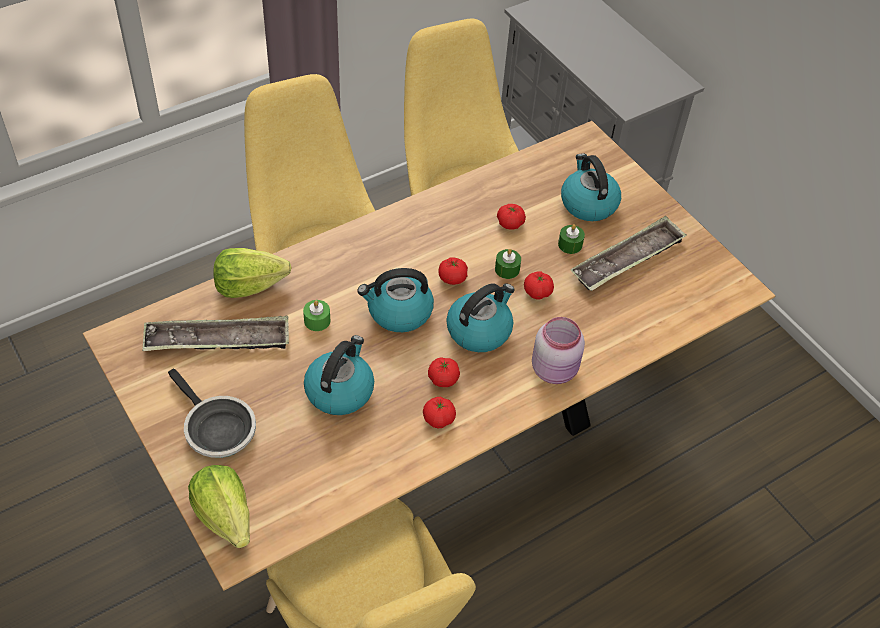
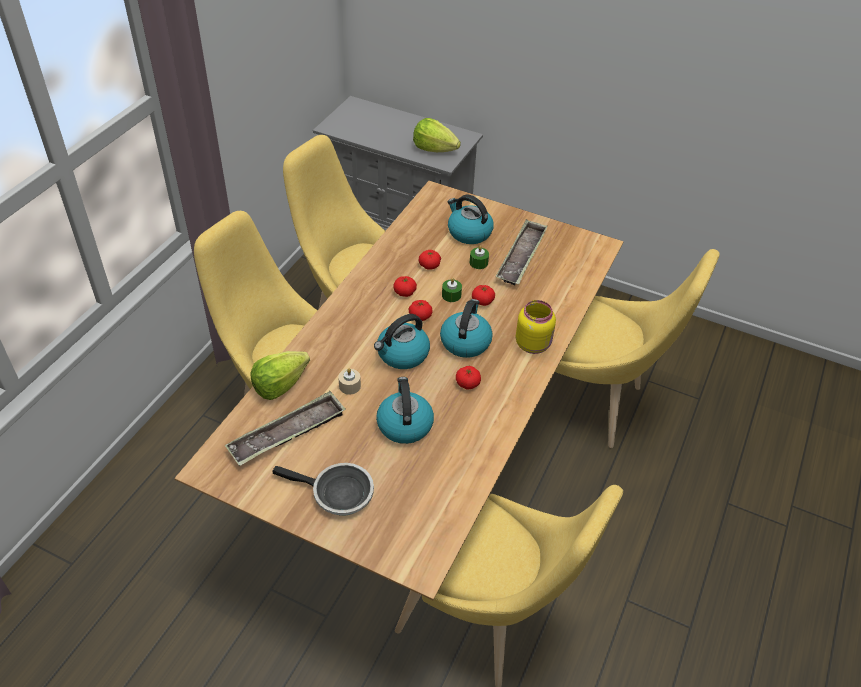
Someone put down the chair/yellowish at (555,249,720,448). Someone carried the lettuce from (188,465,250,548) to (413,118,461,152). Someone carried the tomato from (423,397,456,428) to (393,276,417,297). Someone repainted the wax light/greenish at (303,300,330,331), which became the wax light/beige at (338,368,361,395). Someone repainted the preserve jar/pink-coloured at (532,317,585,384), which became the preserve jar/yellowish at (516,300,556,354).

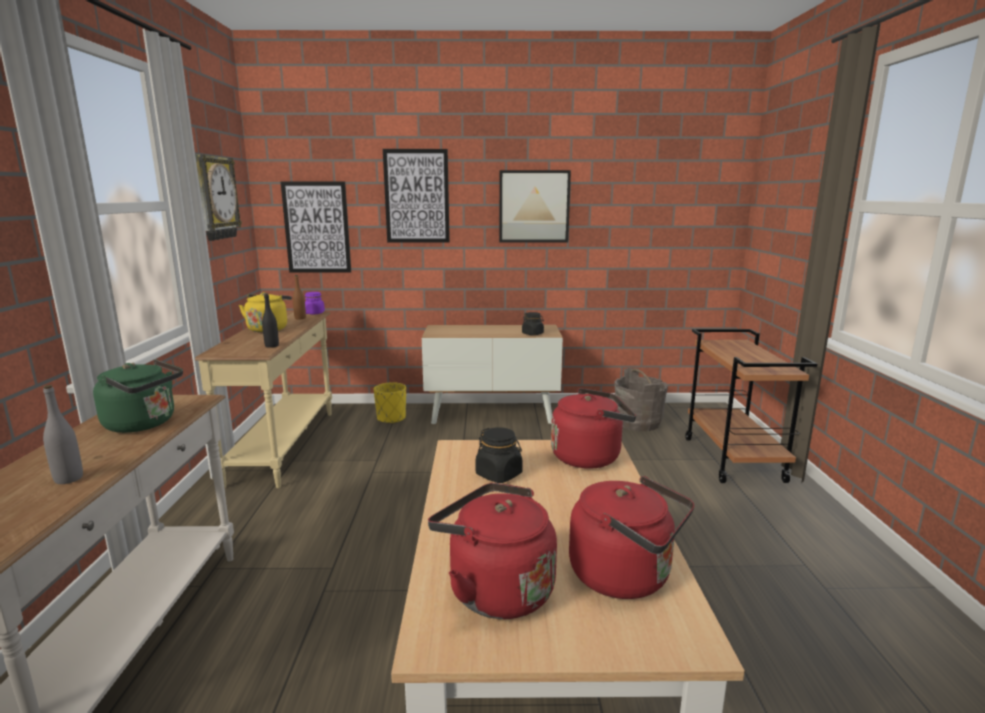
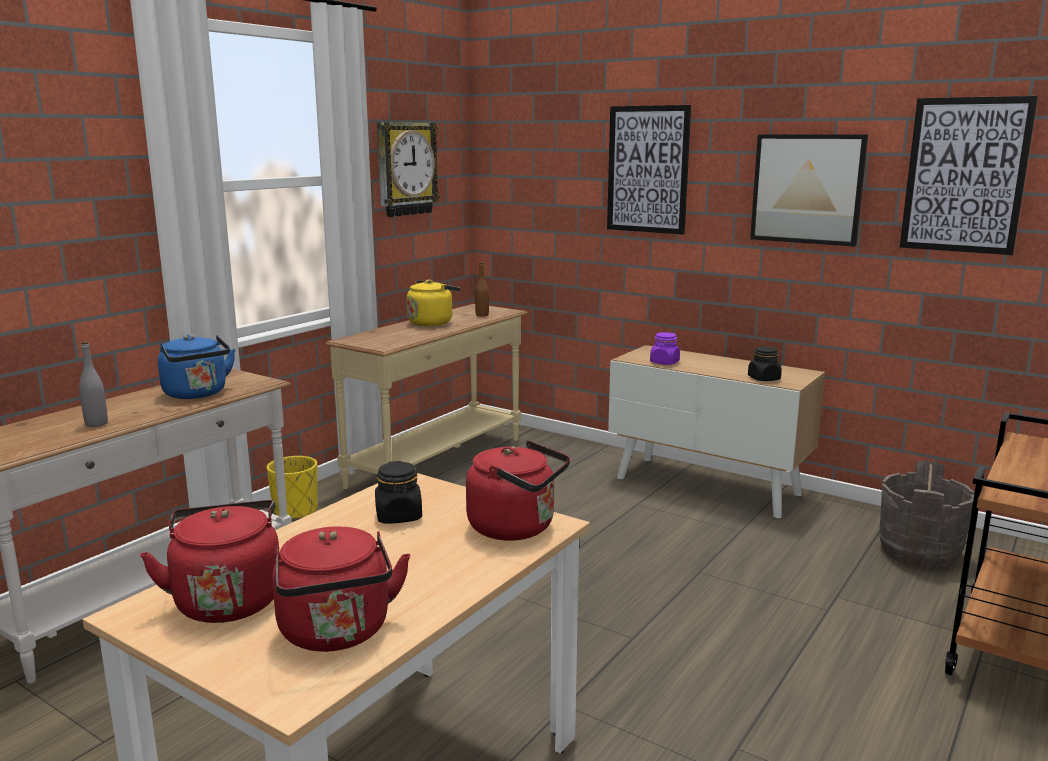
Someone took away the beverage bottle/black at (262,294,279,348). Someone carried the wall art from (281,181,351,273) to (900,96,1038,255). Someone carried the preserve jar/purple-coloured from (305,292,325,314) to (650,332,680,365). Someone carried the planter/yellowish from (374,382,406,424) to (267,456,318,519). Someone repainted the kettle/greenish at (93,359,183,433), which became the kettle/blue at (158,334,236,399).

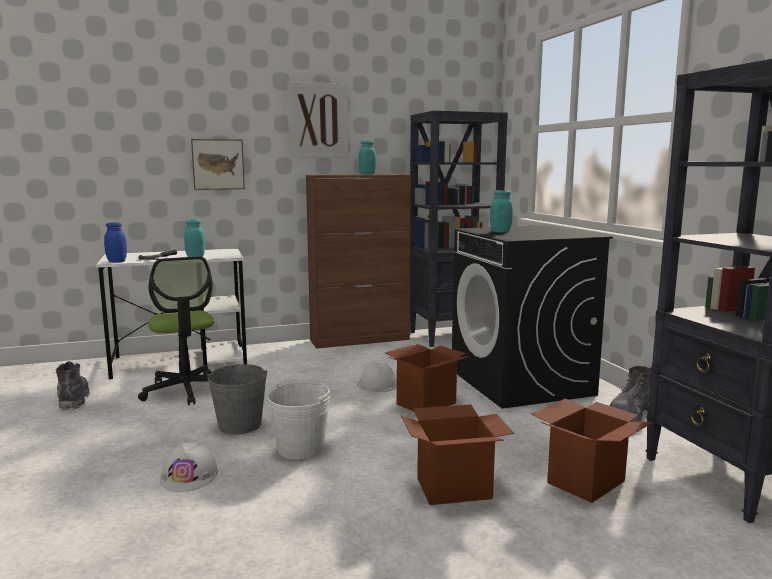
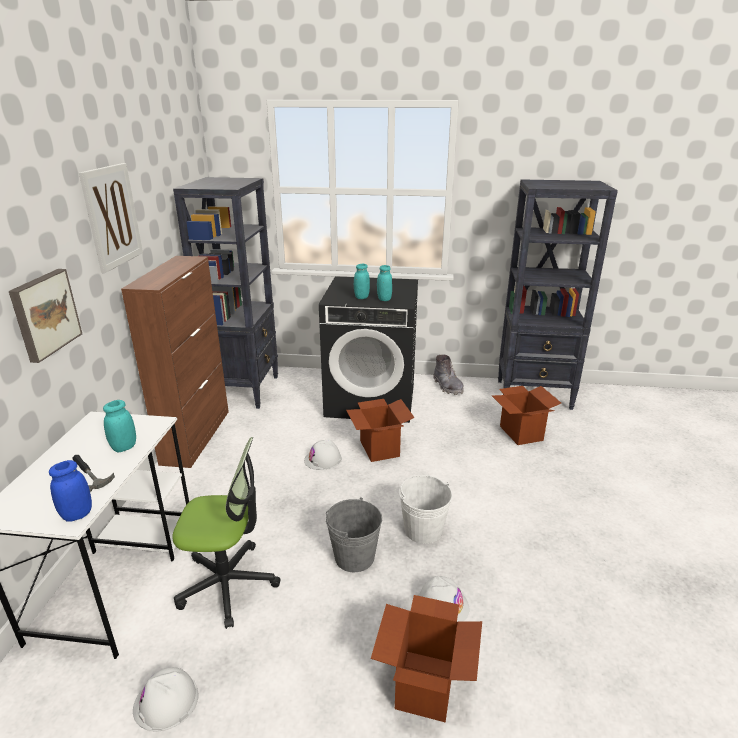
Someone carried the preserve jar/blue-green from (358,141,376,175) to (377,265,392,301). Someone carried the carton from (401,404,514,505) to (371,595,482,723). Someone swapped the high-top boot/gray at (56,361,90,411) for the safety helmet/white at (133,667,198,731).

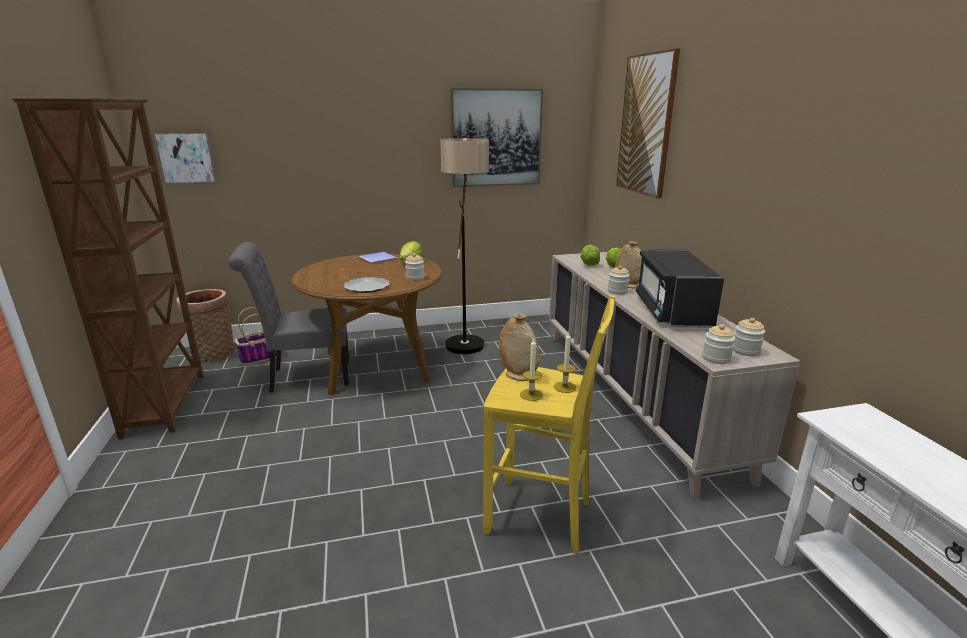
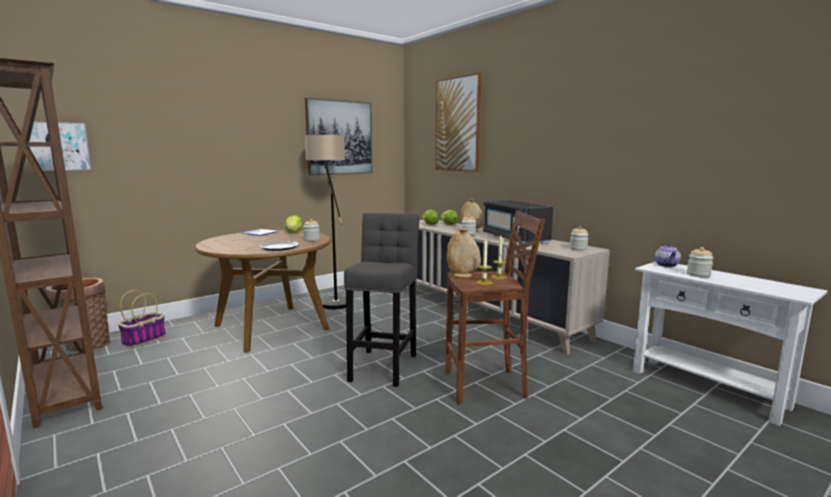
Someone took away the chair/gray at (228,242,350,392). Someone put down the stool seat/gray at (344,213,419,387). Someone put down the teapot at (655,243,681,267). Someone carried the preserve jar from (702,324,735,364) to (687,247,714,277). Someone repainted the stool seat/yellowish at (483,295,615,554), which became the stool seat/brown-coloured at (445,210,545,404).

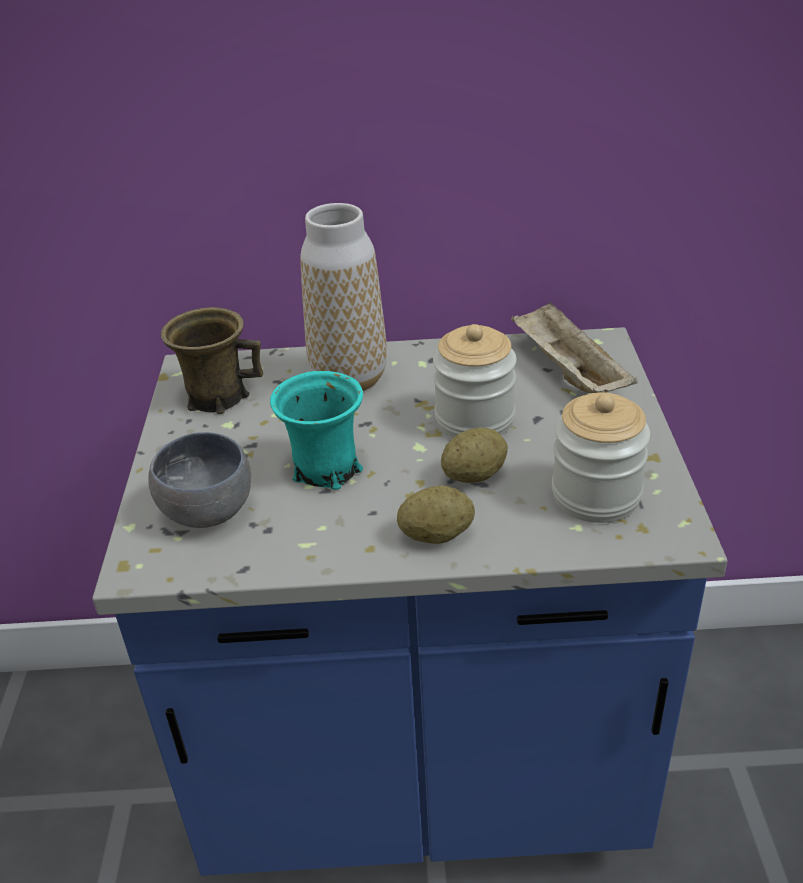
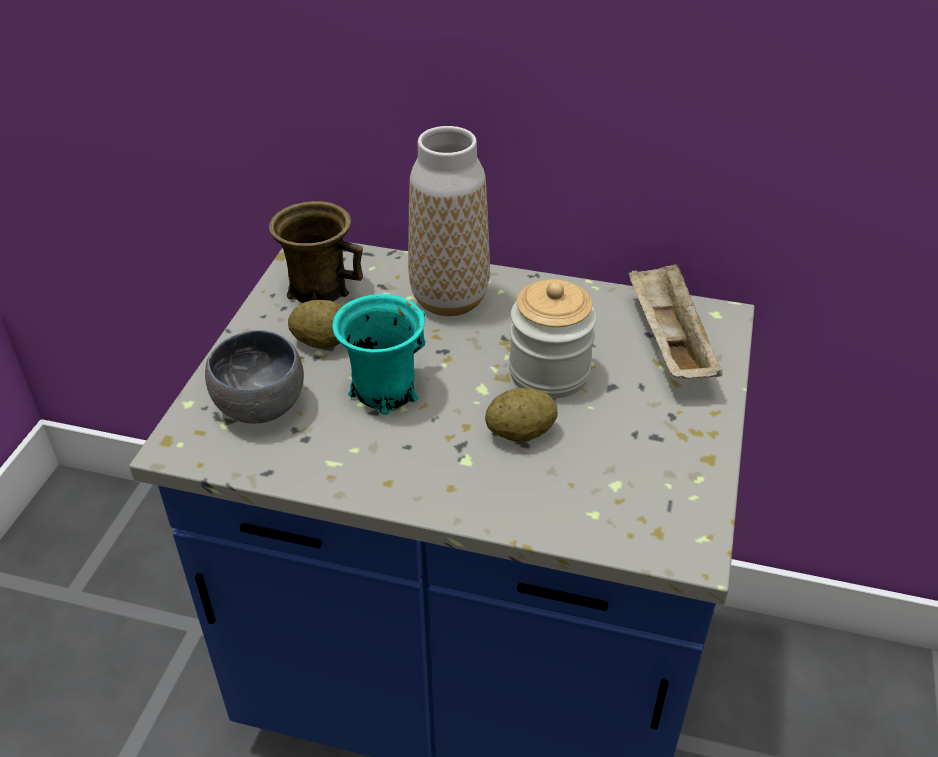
Someone took away the preserve jar at (552,392,650,523). Someone carried the spud from (397,485,475,544) to (288,300,343,349).

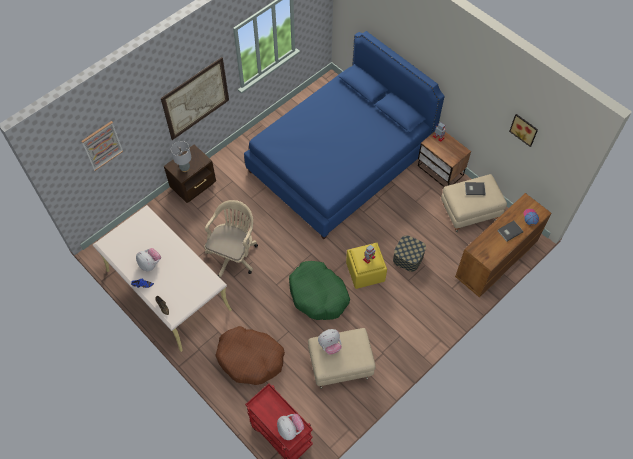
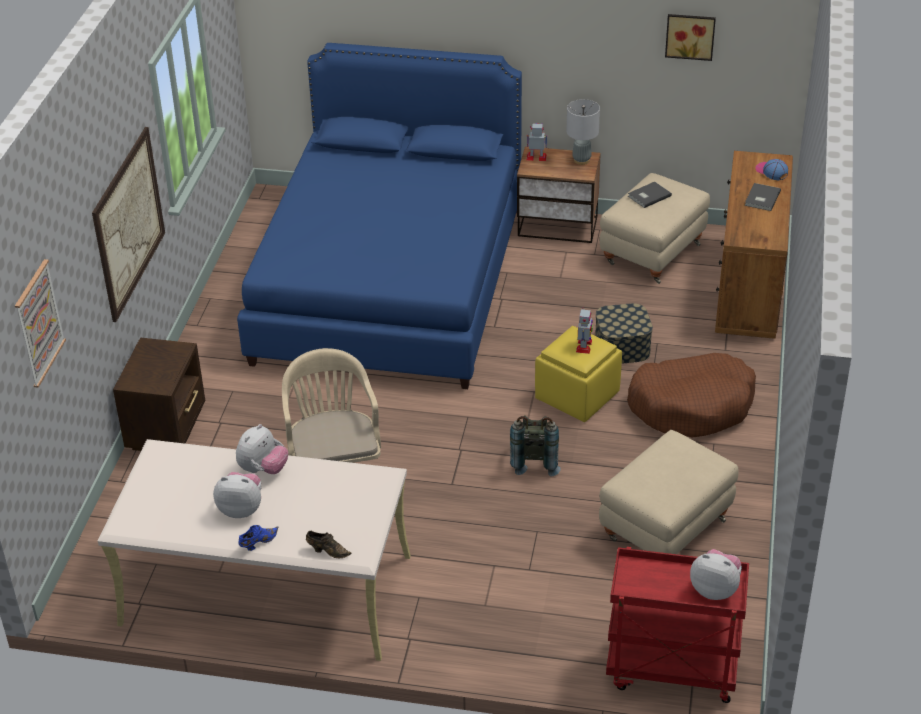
Someone carried the lamp for a table/gray from (171,141,191,172) to (566,99,600,165). Someone carried the dog cushion/brown-coloured from (216,326,285,385) to (627,353,756,438). Someone carried the cuddly toy from (318,329,342,355) to (236,424,288,474). Someone swapped the dog cushion/greenish at (289,261,350,320) for the backpack/gray at (510,415,561,476).

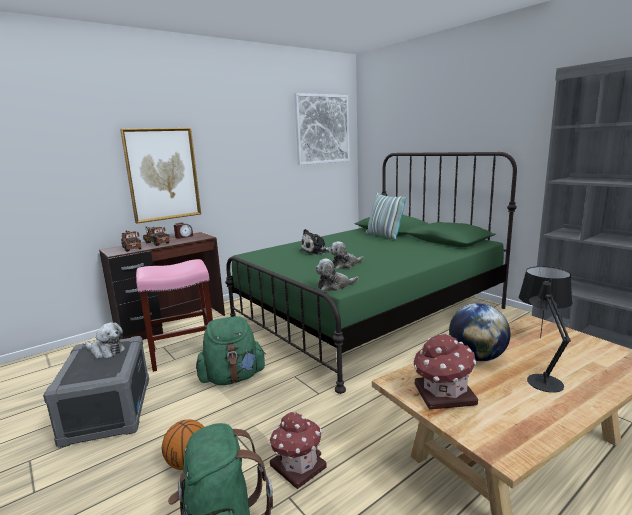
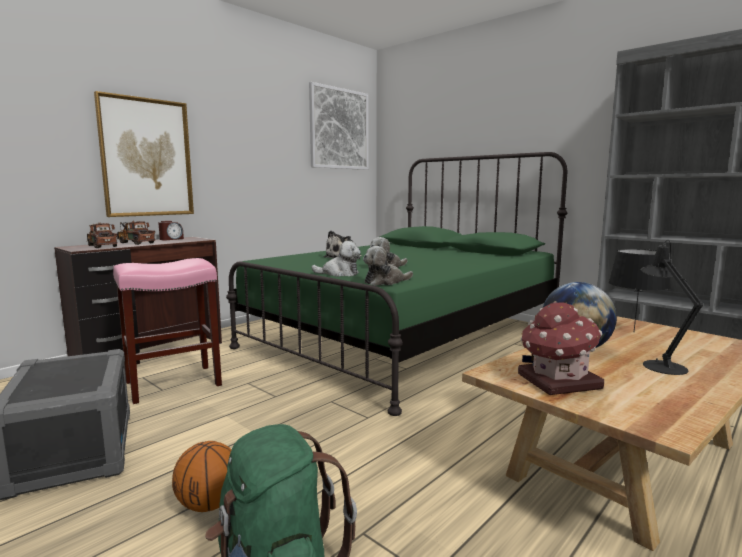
Someone took away the backpack/greenish at (196,316,266,385). Someone took away the model house at (269,412,327,489). Someone took away the throw pillow at (366,193,407,240). Someone carried the cuddly toy from (85,322,125,359) to (312,241,361,277).

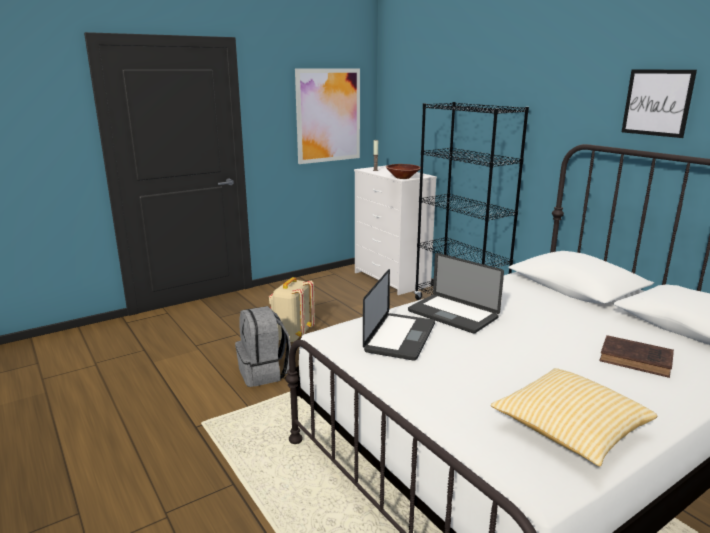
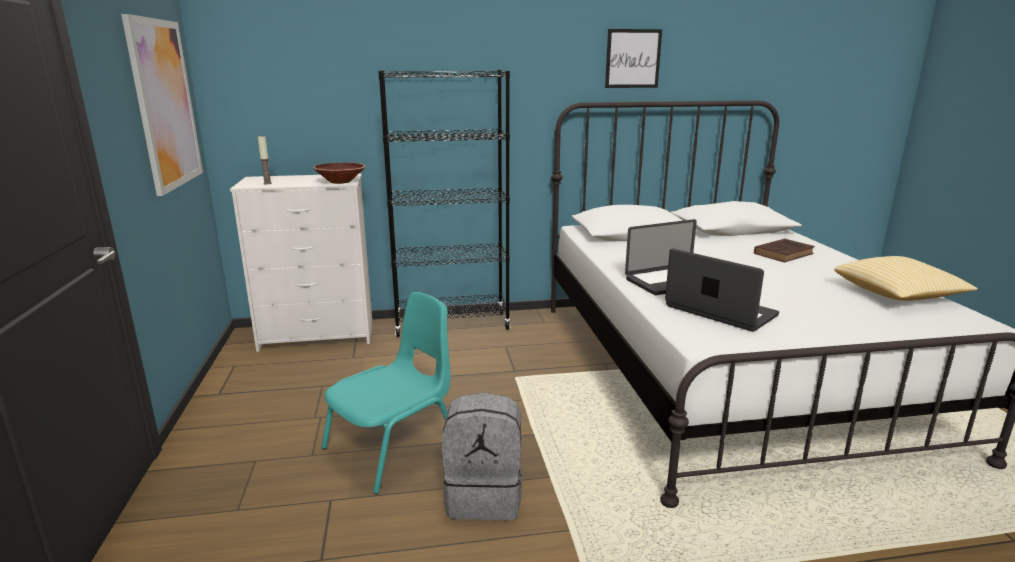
Someone swapped the backpack/beige at (269,277,315,342) for the chair/blue-green at (321,292,451,494).

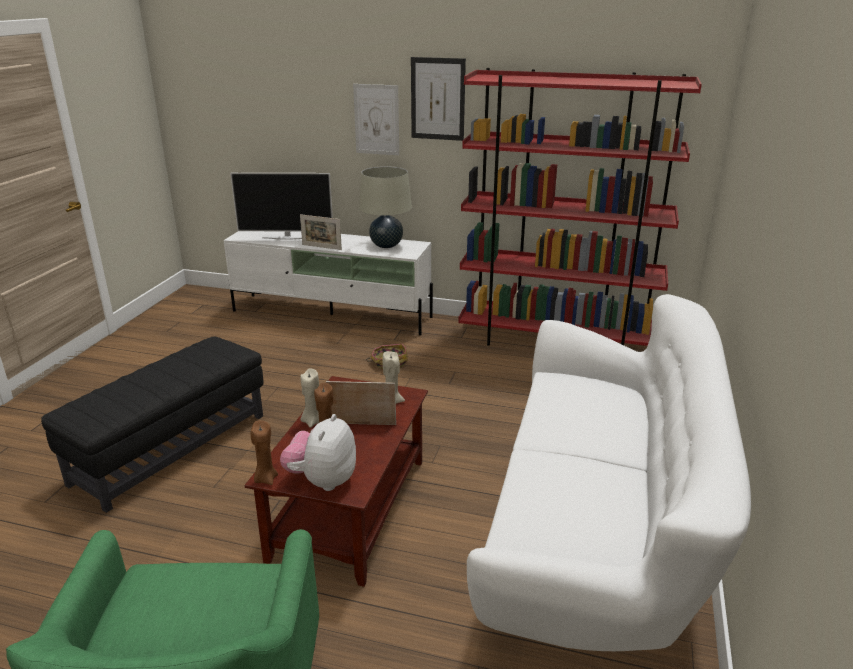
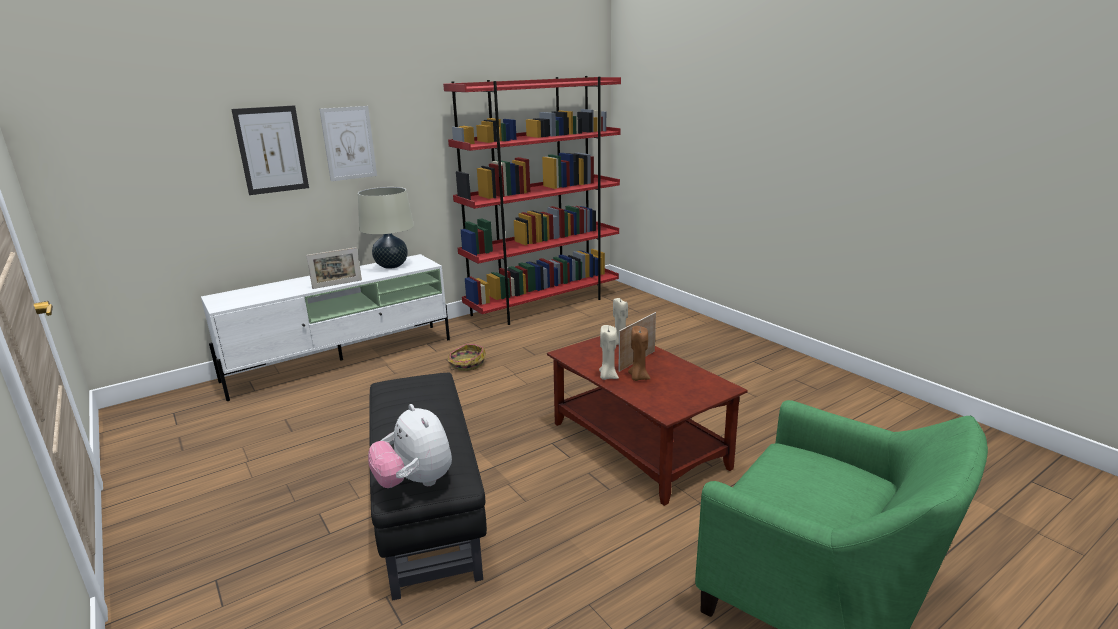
Someone took away the television at (230,173,333,240). Someone took away the wax light/brown-coloured at (251,420,278,485). Someone took away the couch/white at (467,294,751,651). Someone carried the cuddly toy from (280,414,356,491) to (368,404,452,488). Someone carried the wall art from (411,57,466,141) to (231,105,309,195).

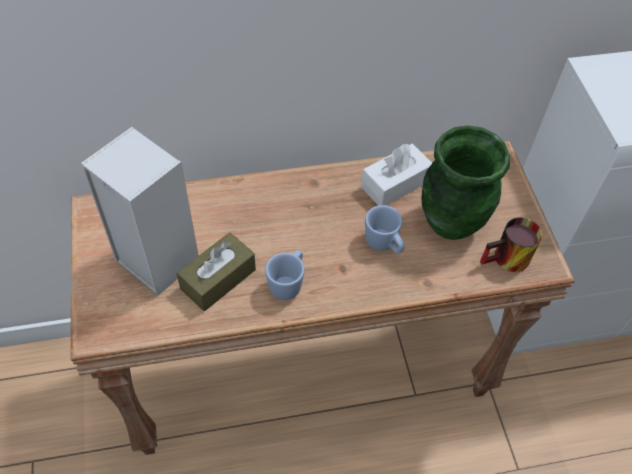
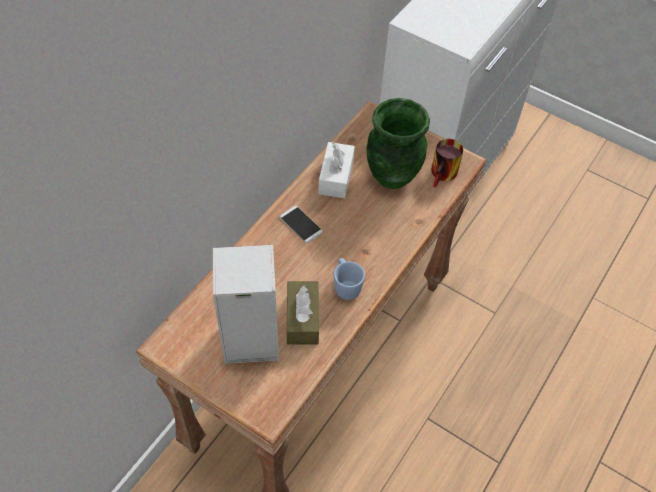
Someone took away the coffee mug/blue at (365,205,405,254). Someone put down the phone at (280,206,323,243).

